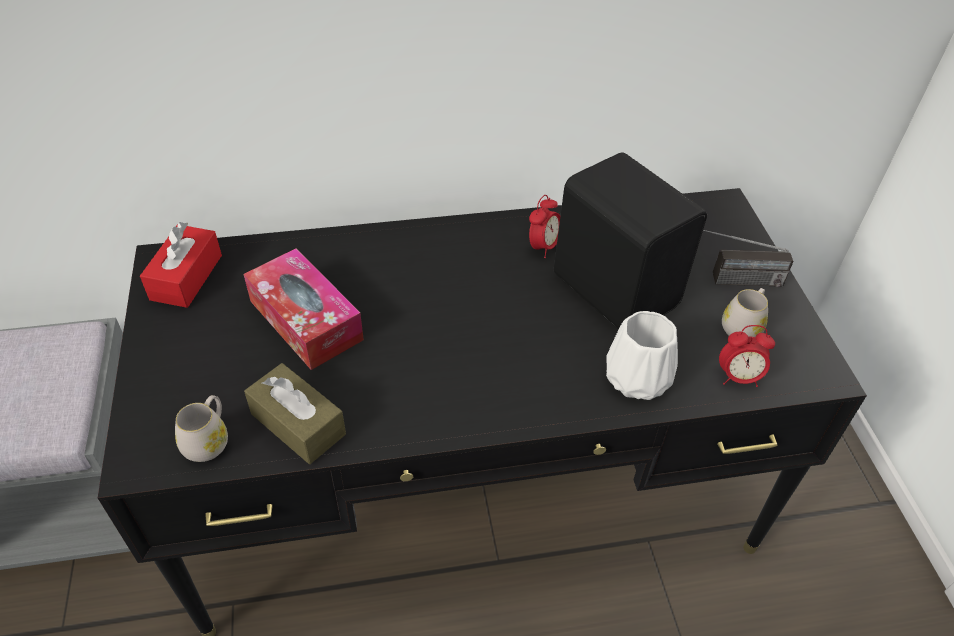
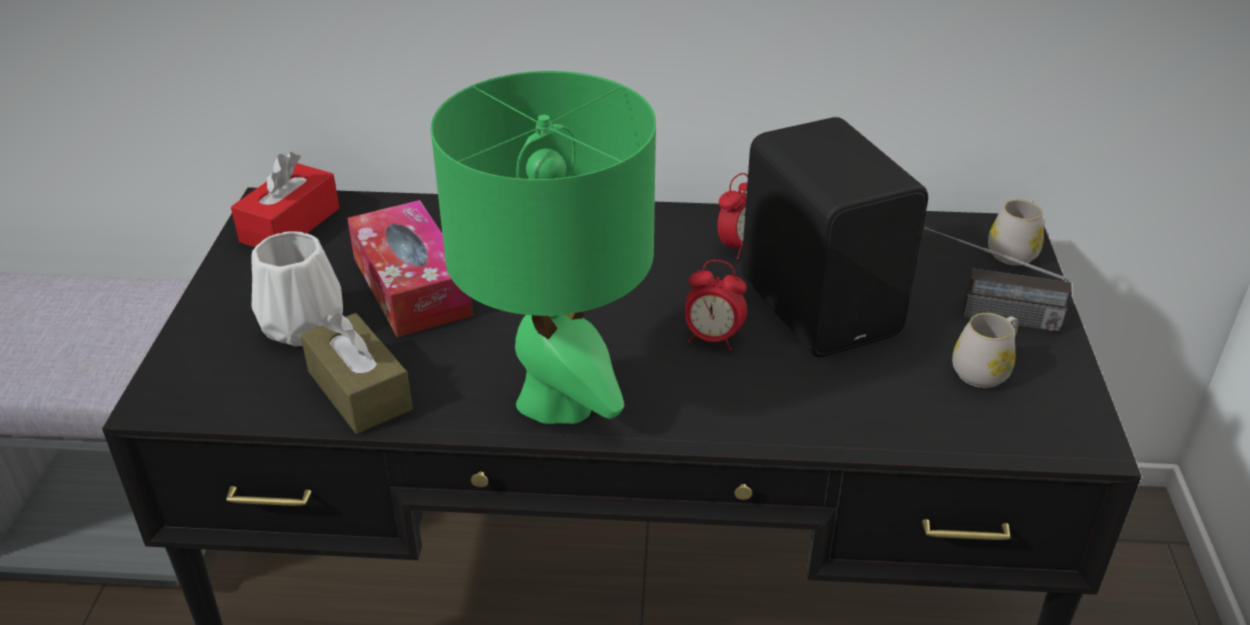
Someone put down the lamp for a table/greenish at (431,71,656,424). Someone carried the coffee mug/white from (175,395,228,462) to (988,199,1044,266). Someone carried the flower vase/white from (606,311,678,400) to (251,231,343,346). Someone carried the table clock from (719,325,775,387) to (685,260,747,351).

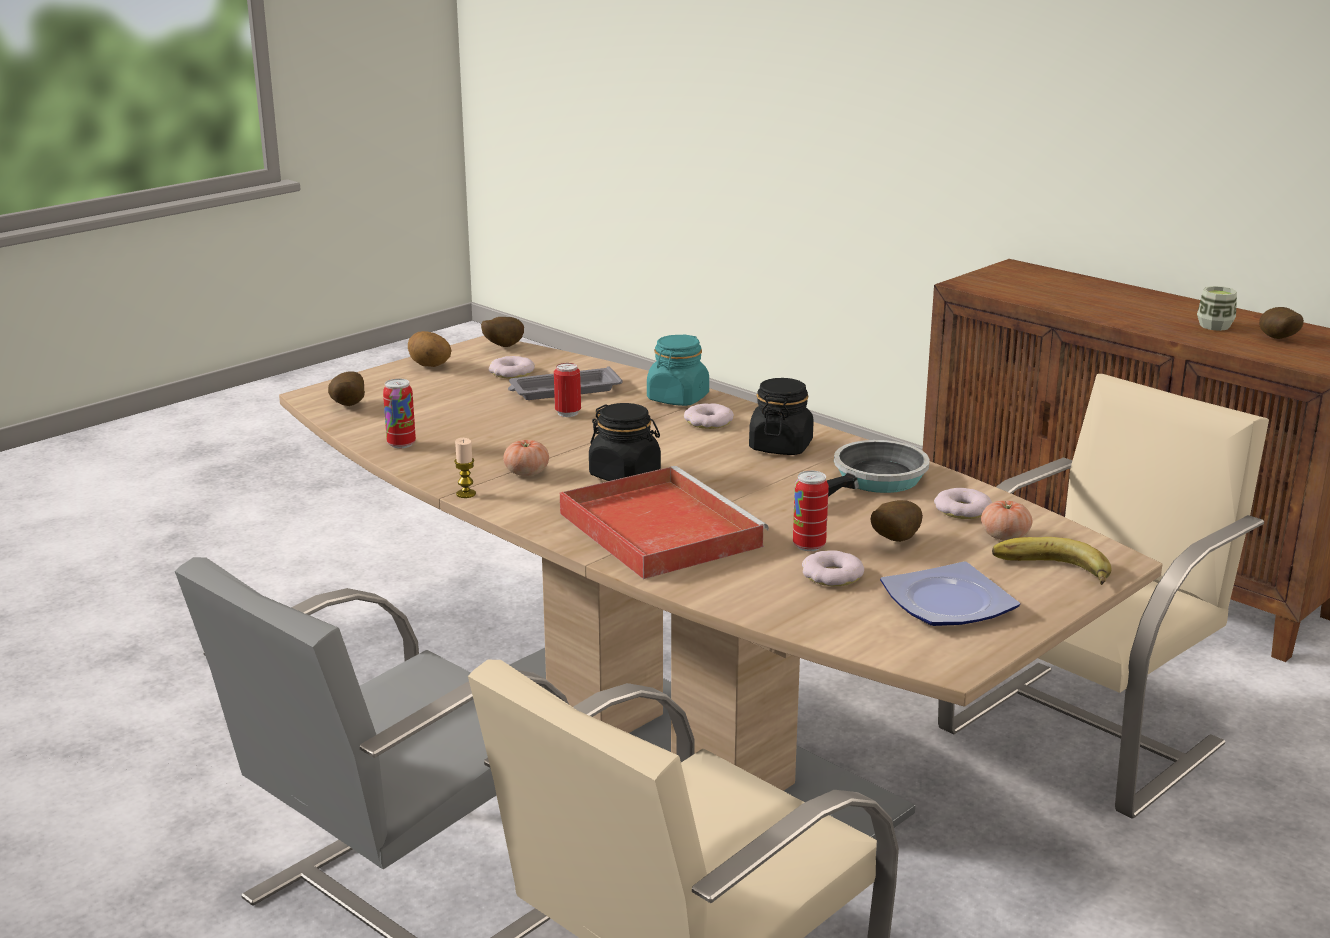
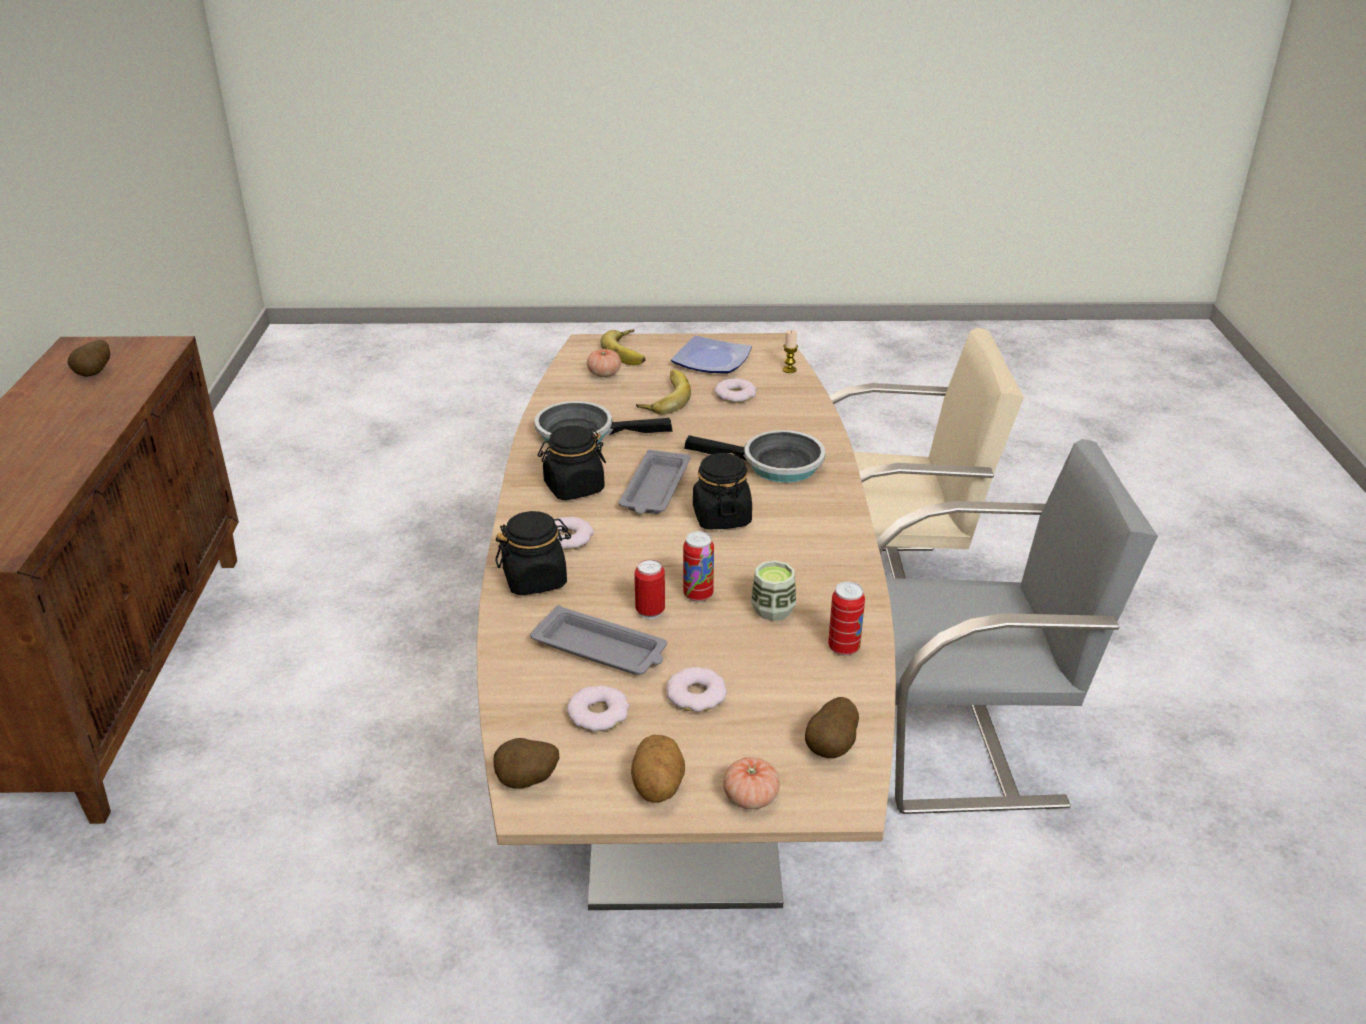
Someone took away the chair/beige at (938,374,1269,819). Someone put down the tray/gray at (619,450,690,514). Someone carried the wax light from (454,438,476,498) to (783,330,798,373). Someone carried the tomato from (503,440,549,476) to (723,757,780,809). Someone carried the sealed can from (793,471,829,551) to (683,531,714,602). Someone carried the donut from (934,488,992,519) to (666,667,727,712). Someone carried the cup from (1197,286,1237,331) to (751,560,796,621). Someone swapped the tray/reddish at (560,466,769,579) for the skillet at (684,430,825,483). Someone swapped the spud at (871,500,923,542) for the banana fruit at (636,369,691,415). Someone repainted the preserve jar/blue-green at (647,334,709,406), which became the preserve jar/black at (495,511,571,595).

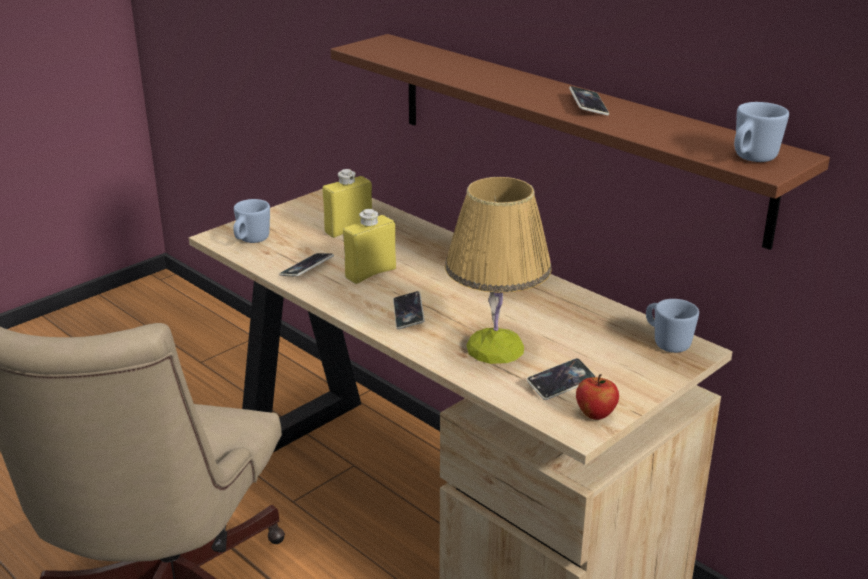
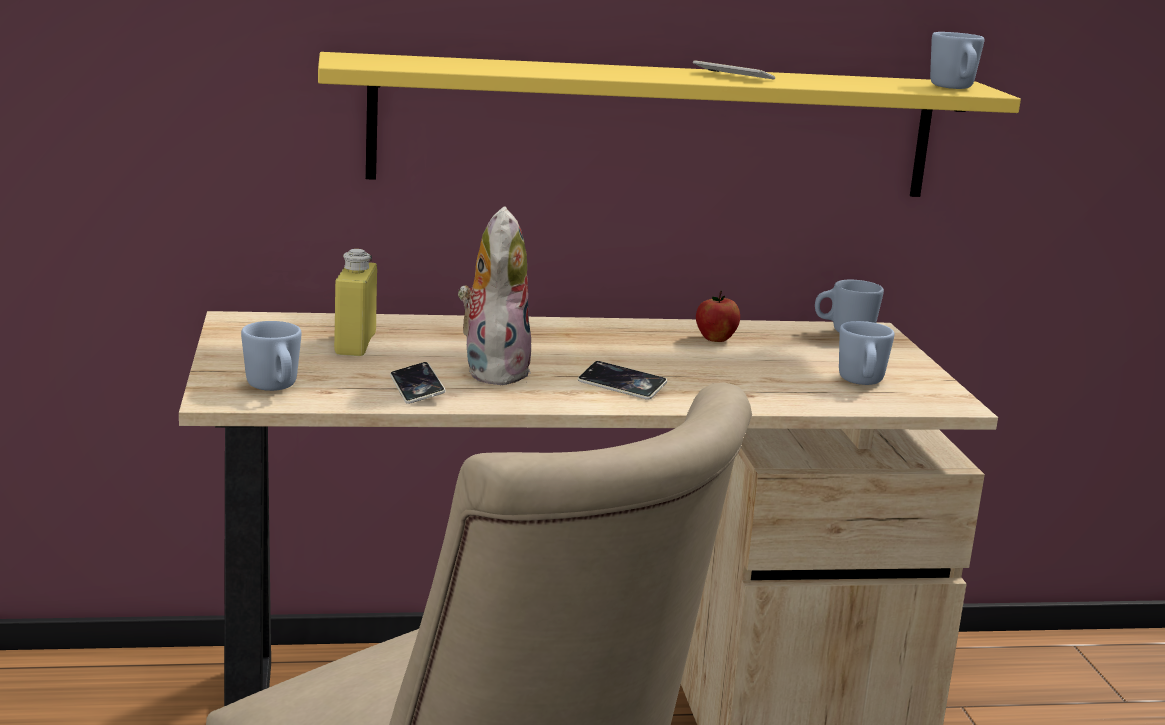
Someone took away the lamp for a table at (445,177,552,364). Someone carried the whole apple from (576,374,619,420) to (696,290,740,342). Someone swapped the beverage bottle/yellowish at (343,209,396,284) for the cuddly toy at (458,206,531,385). Someone swapped the phone at (527,358,596,400) for the coffee mug/blue at (839,321,895,385). Someone repainted the bracket shelf/brown-coloured at (330,34,830,250), which became the bracket shelf/yellowish at (318,52,1021,197).

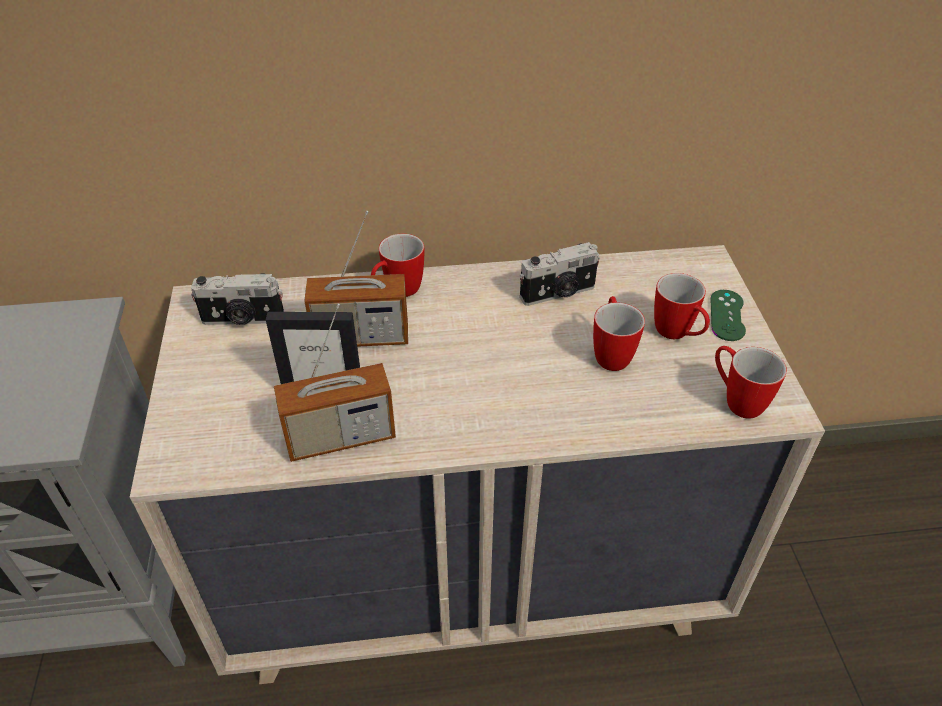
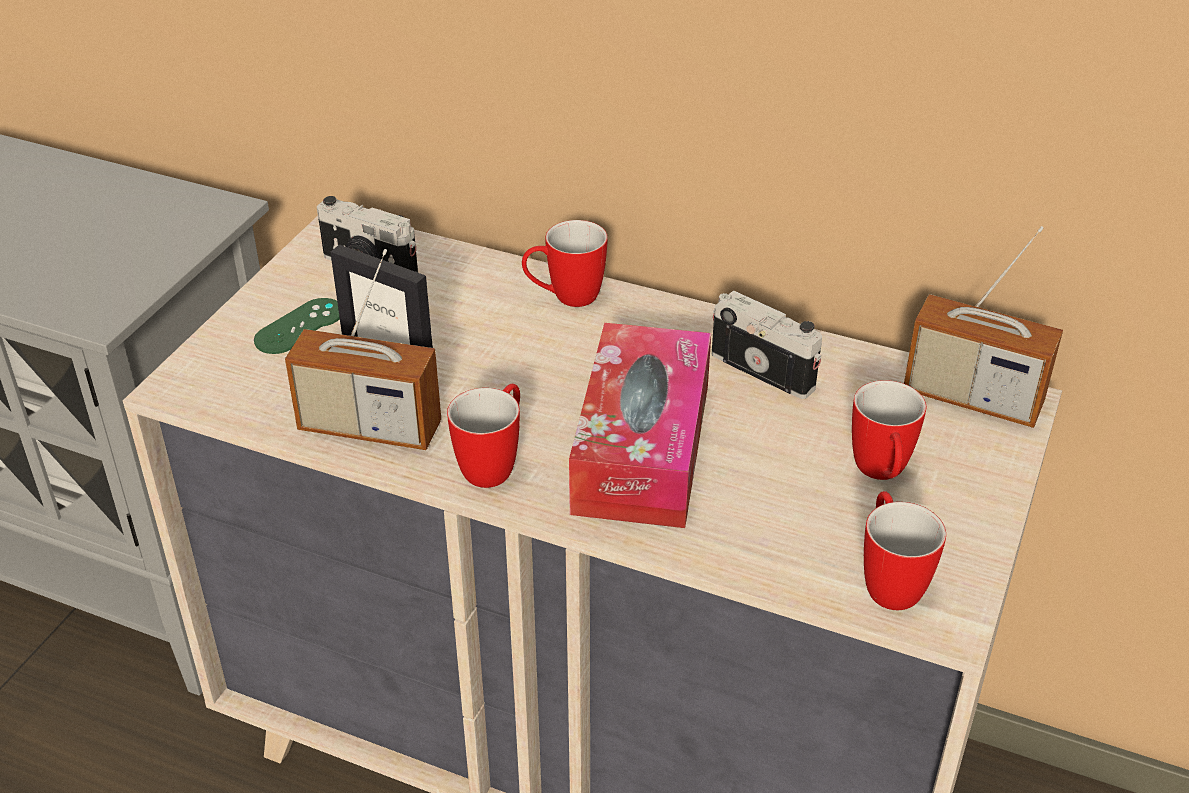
Someone put down the tissue holder at (569,323,711,528). Someone carried the radio from (304,211,408,347) to (904,226,1063,428). Someone carried the coffee mug from (593,296,645,371) to (447,384,520,488). Someone carried the gamepad/greenish from (710,290,746,341) to (254,298,340,354). Someone rotated the photo camera at (519,242,600,306) by 150 degrees counterclockwise.

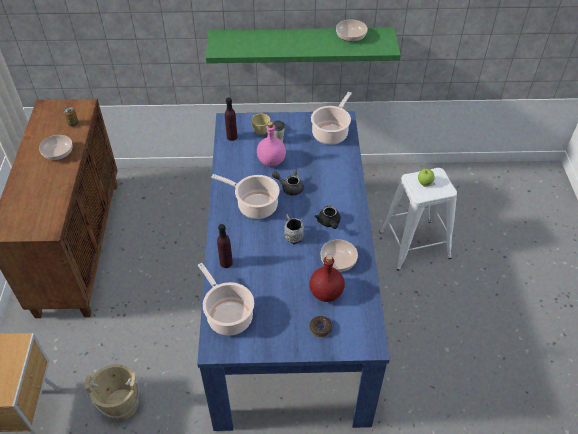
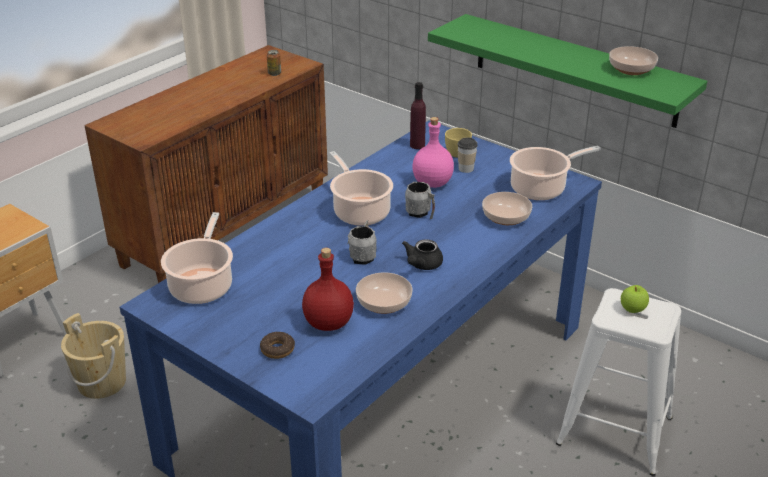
Someone took away the beverage bottle/purple-coloured at (217,224,233,268). Someone carried the bowl from (39,135,73,160) to (482,192,532,225). Someone swapped the teapot/gray at (272,169,304,195) for the coffee mug/gray at (405,182,435,219).

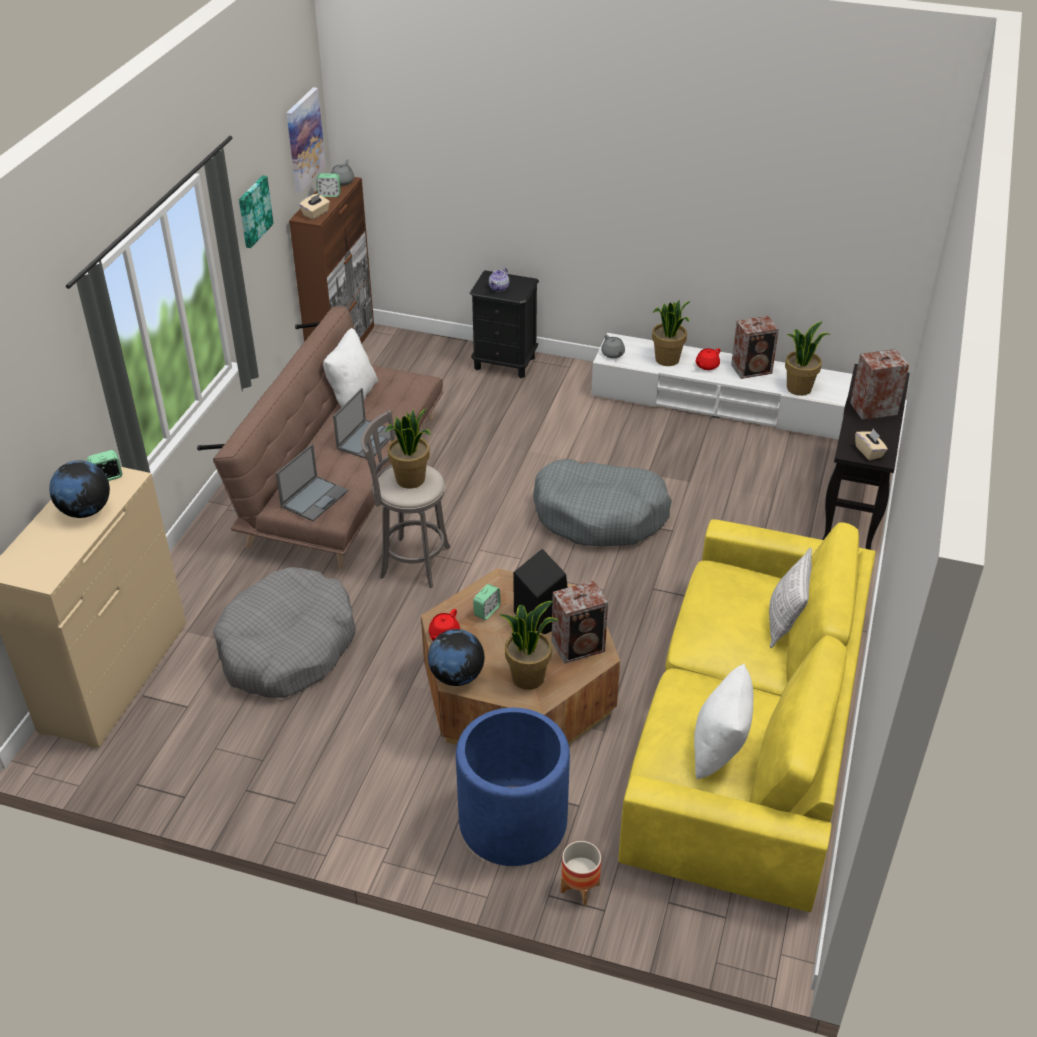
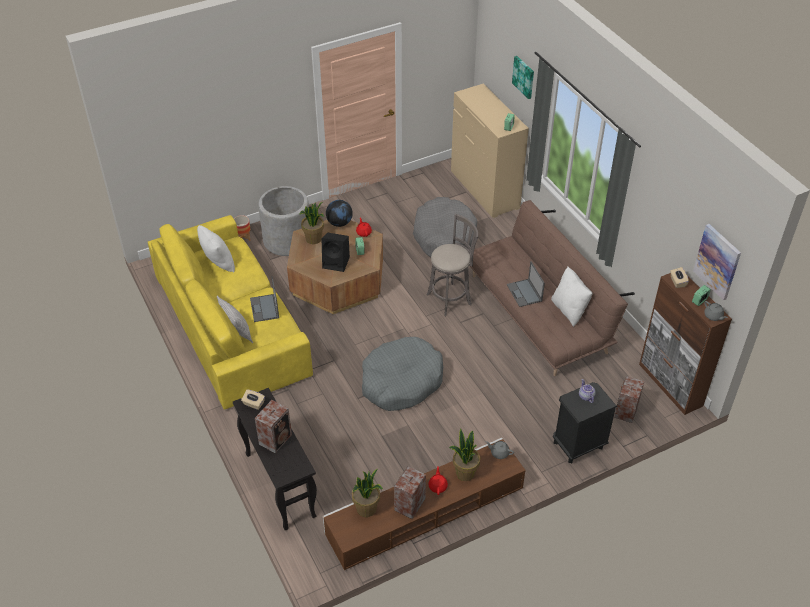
Someone took away the globe at (49,460,110,518). Someone took away the houseplant at (385,409,431,489). Someone carried the wall art from (239,175,274,248) to (512,56,534,99). Someone carried the laptop from (276,444,348,522) to (250,276,279,322). Someone carried the speaker from (552,581,608,664) to (614,376,644,423). Someone repainted the planter/blue at (456,708,570,866), which became the planter/gray at (258,186,309,256). Someone repainted the tv unit/white at (591,333,852,440), which became the tv unit/brown-coloured at (323,438,526,570).

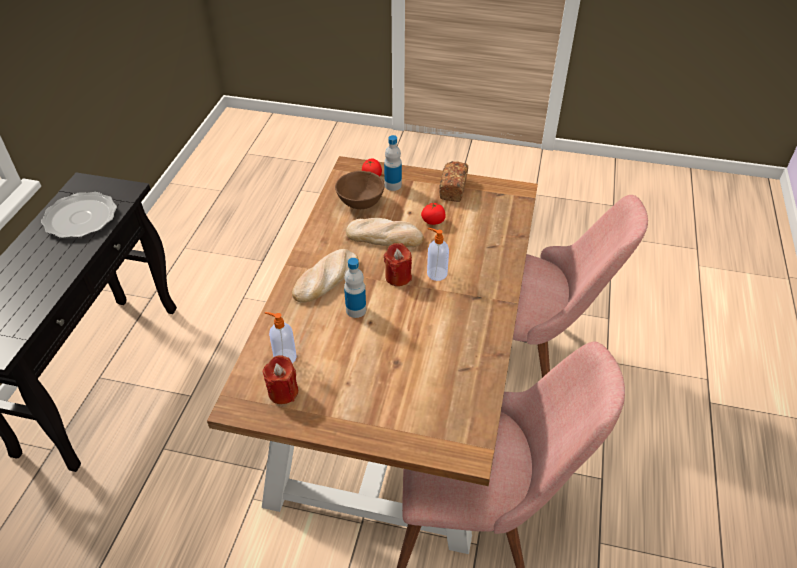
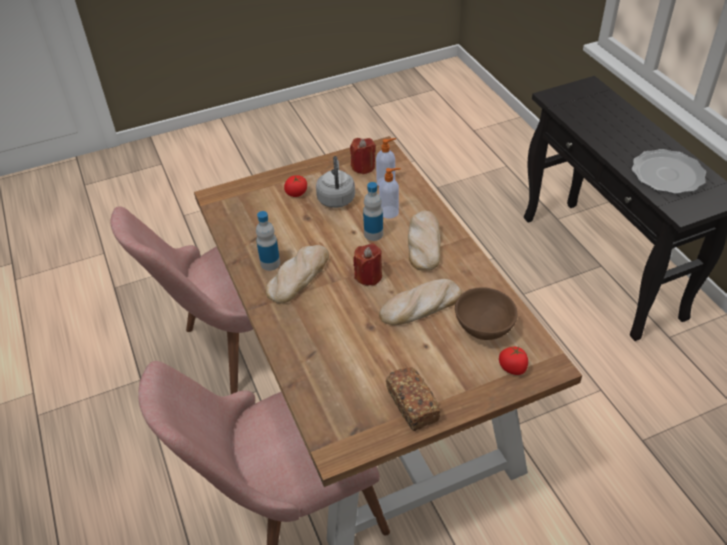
Someone put down the bakery bread at (266,245,329,304). Someone put down the kettle/gray at (316,156,355,208). Someone carried the beverage bottle from (384,135,402,191) to (256,211,280,271). Someone carried the tomato from (421,202,445,225) to (284,175,307,197). Someone carried the soap dispenser from (427,228,449,281) to (379,168,401,218).

